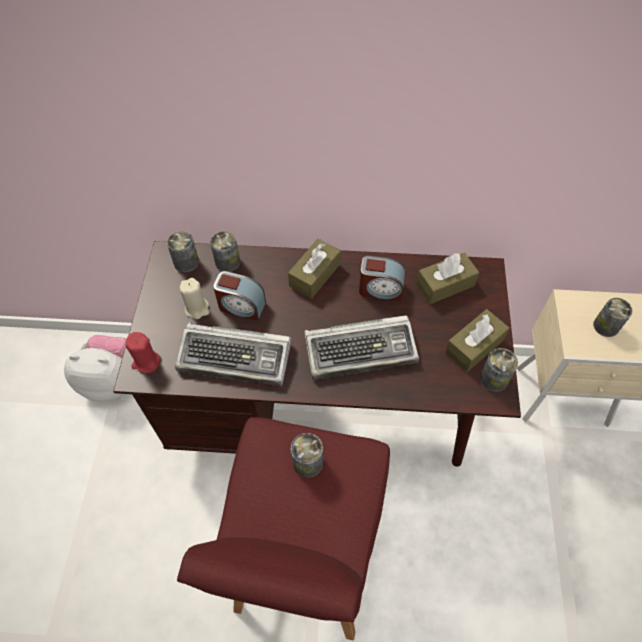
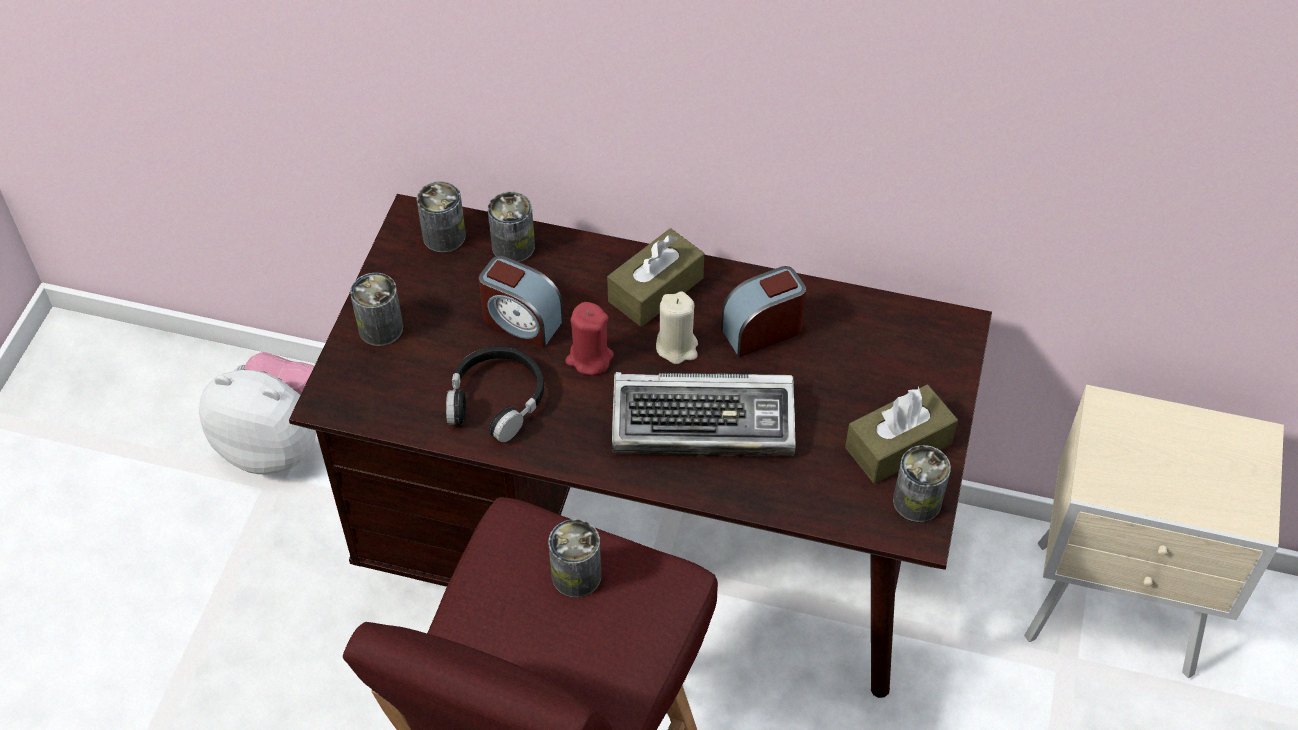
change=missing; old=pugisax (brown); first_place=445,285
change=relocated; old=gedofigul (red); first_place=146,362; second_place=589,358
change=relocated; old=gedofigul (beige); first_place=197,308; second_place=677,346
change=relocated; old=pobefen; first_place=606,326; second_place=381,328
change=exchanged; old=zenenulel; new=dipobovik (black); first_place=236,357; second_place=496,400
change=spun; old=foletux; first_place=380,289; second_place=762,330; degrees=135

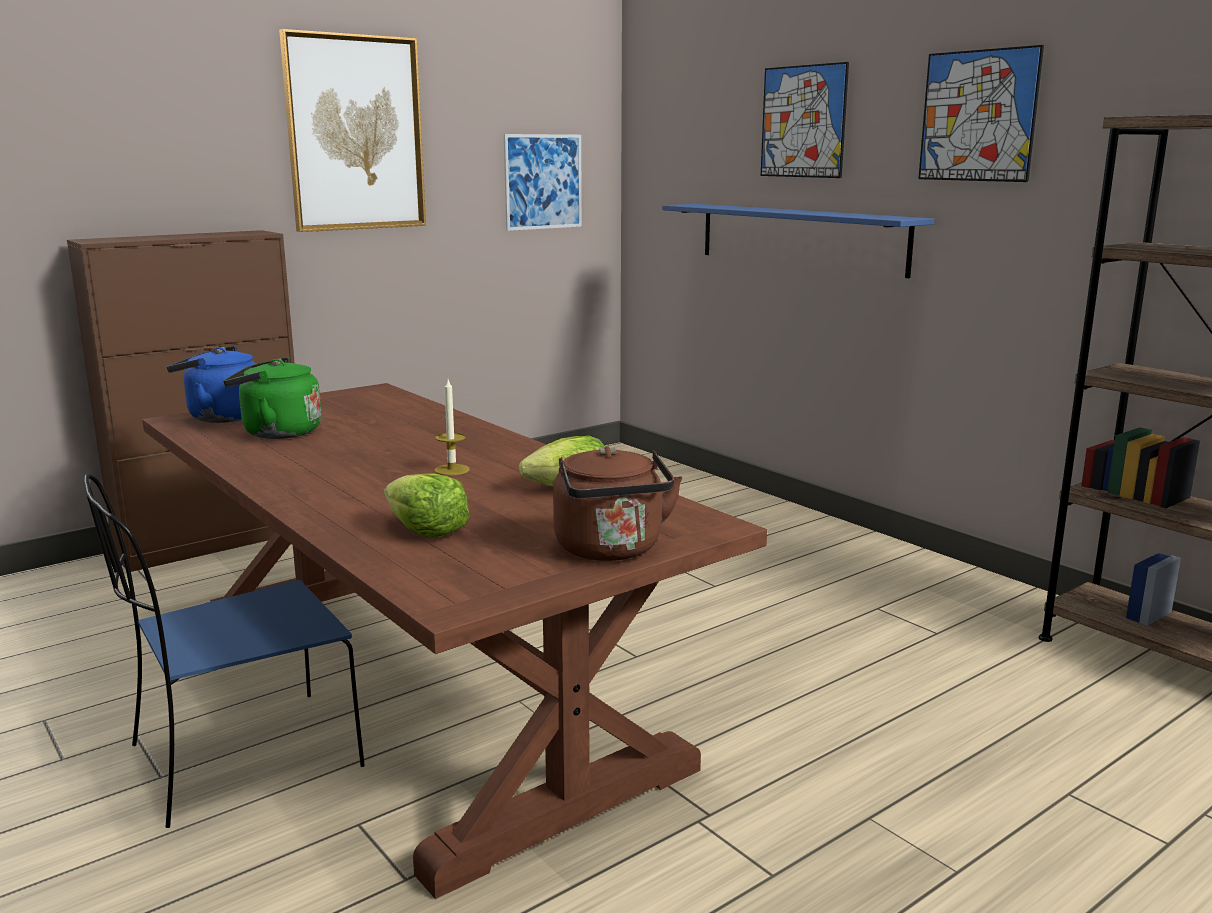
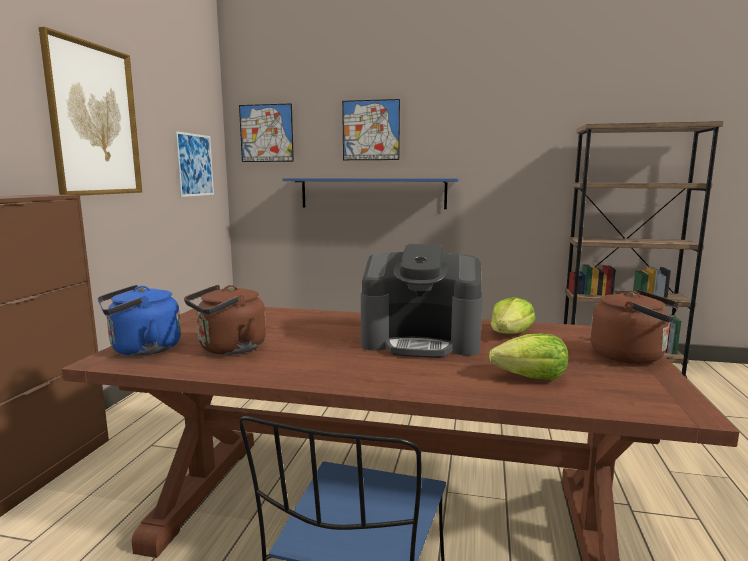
change=relocated; old=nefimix; first_place=978,116; second_place=266,133
change=exchanged; old=gedofigul; new=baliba; first_place=452,470; second_place=421,341
change=colour; old=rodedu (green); new=rodedu (brown); first_place=277,433; second_place=229,349

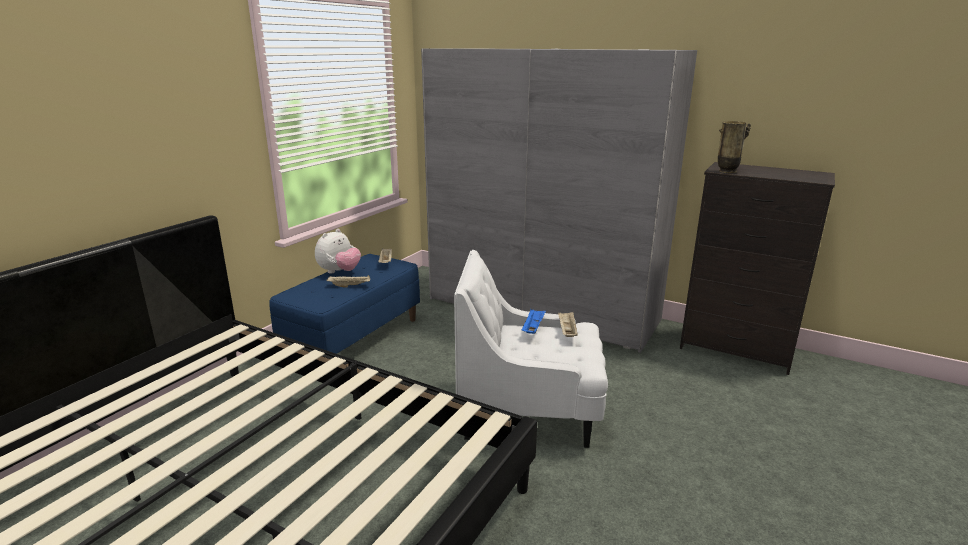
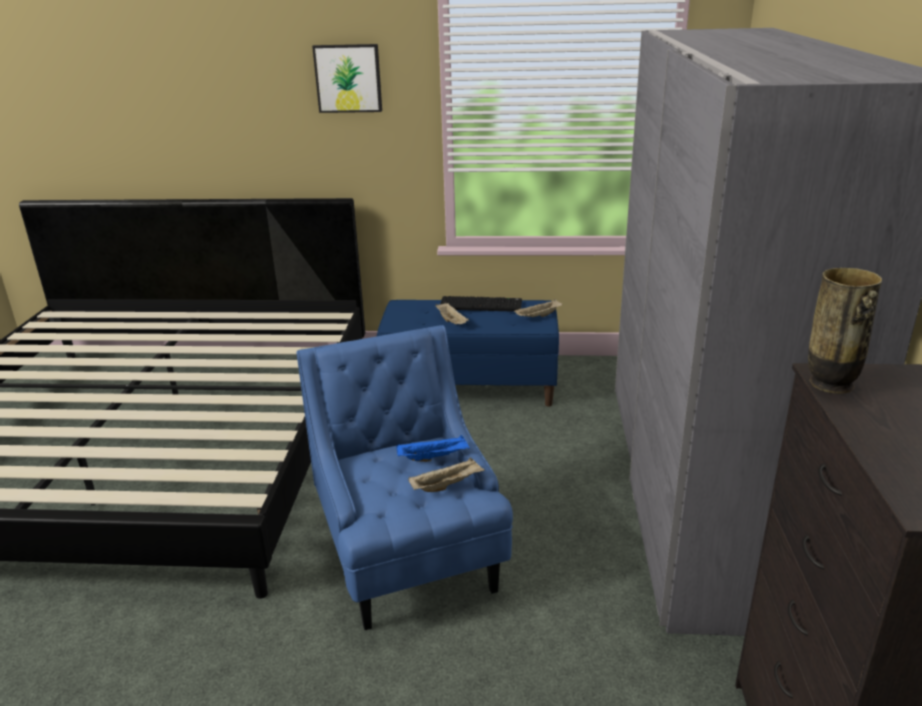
change=appeared; new=nefimix; second_place=348,78
change=exchanged; old=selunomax; new=zenenulel; first_place=339,272; second_place=482,305
change=colour; old=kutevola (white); new=kutevola (blue); first_place=529,413; second_place=409,558

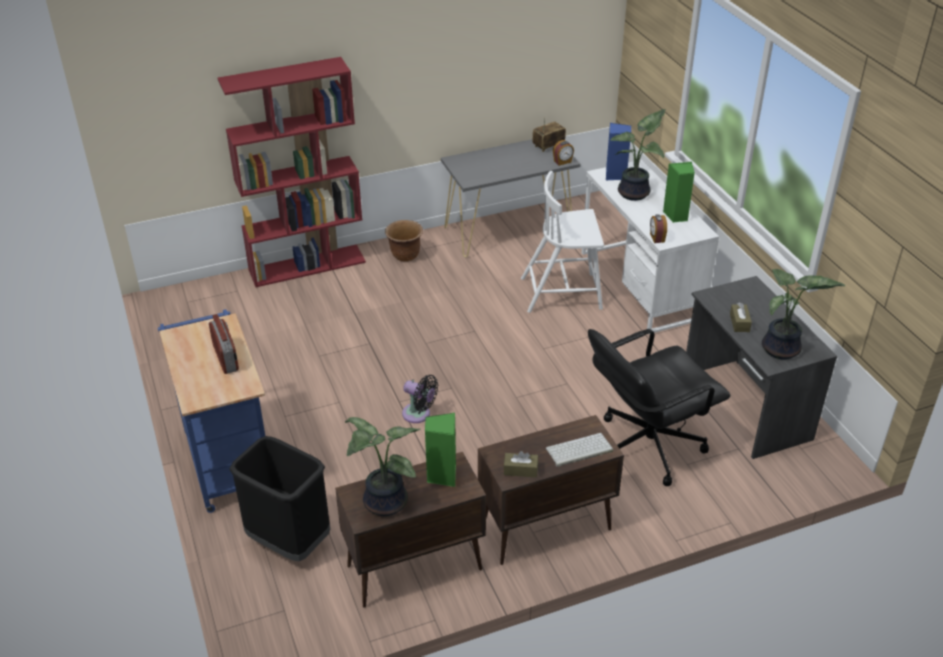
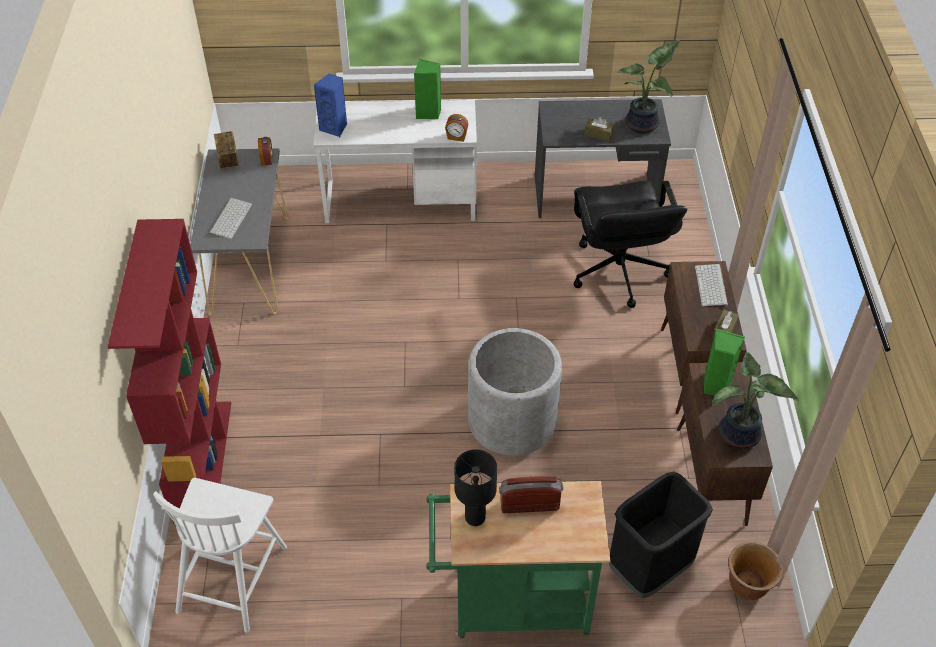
change=missing; old=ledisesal; first_place=636,193
change=appeared; new=zenenulel; second_place=230,218
change=appeared; new=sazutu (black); second_place=476,517
change=relocated; old=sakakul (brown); first_place=405,255; second_place=747,586
change=relocated; old=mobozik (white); first_place=563,293; second_place=232,576
change=exchanged; old=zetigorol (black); new=sakakul (grey); first_place=419,414; second_place=512,420
change=colour; old=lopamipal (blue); new=lopamipal (green); first_place=228,458; second_place=511,603

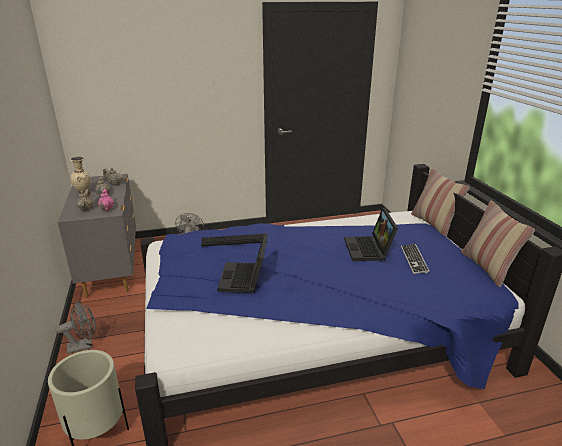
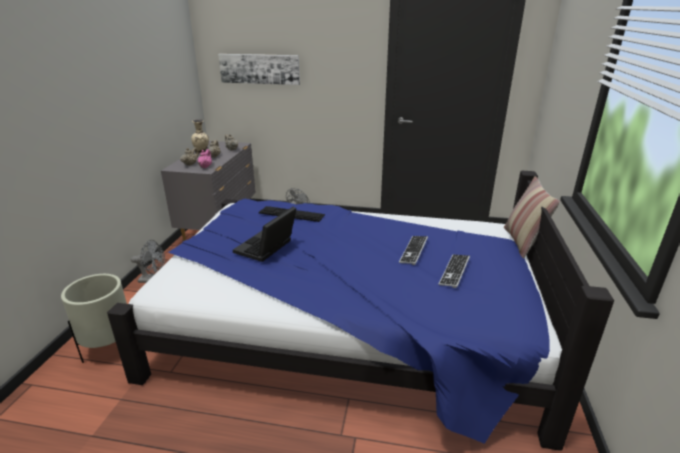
change=missing; old=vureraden; first_place=488,268
change=appeared; new=nefimix; second_place=259,69
change=exchanged; old=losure; new=zenenulel; first_place=369,250; second_place=413,250

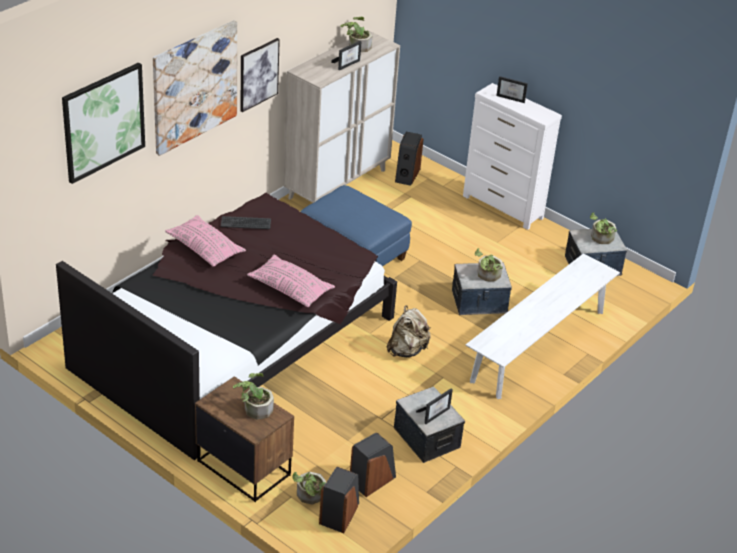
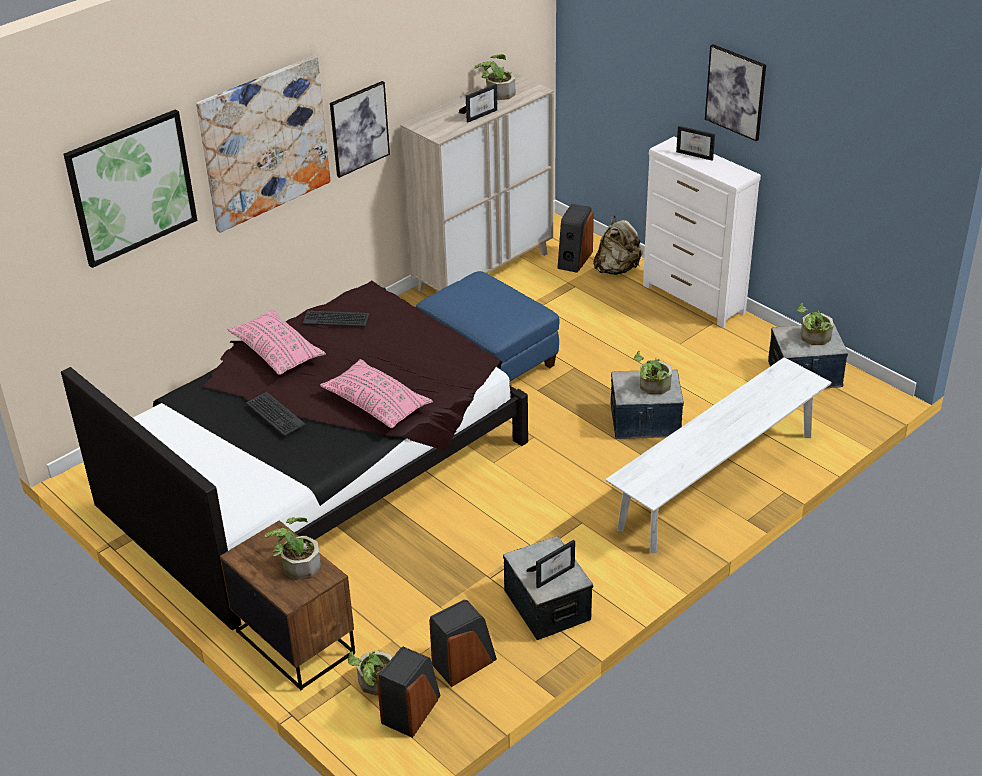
change=appeared; new=zenenulel; second_place=274,414
change=appeared; new=nefimix; second_place=735,92
change=relocated; old=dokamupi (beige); first_place=407,350; second_place=617,269

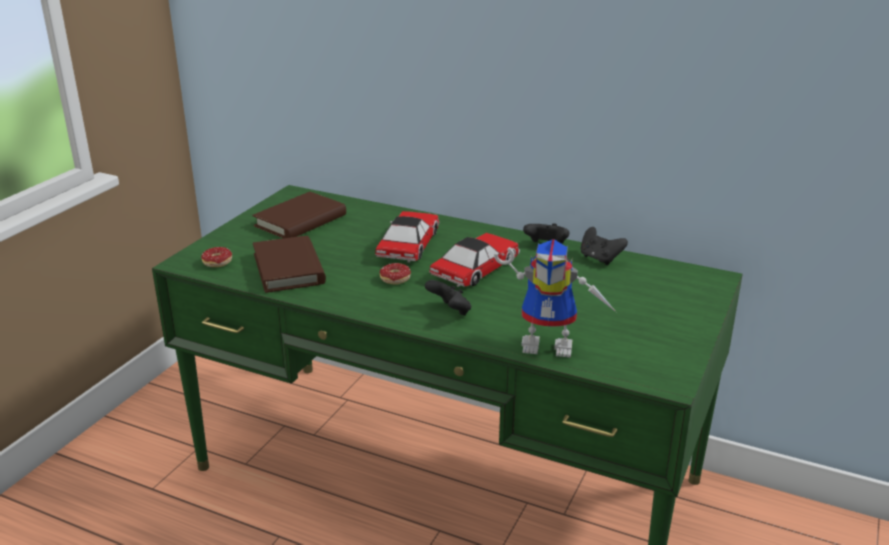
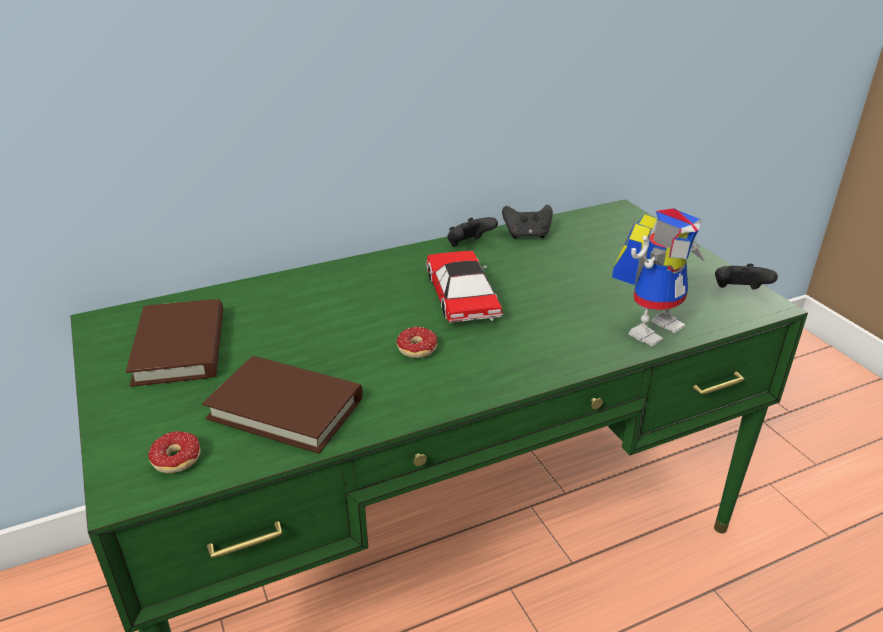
change=missing; old=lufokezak; first_place=408,245
change=relocated; old=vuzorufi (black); first_place=450,311; second_place=738,292

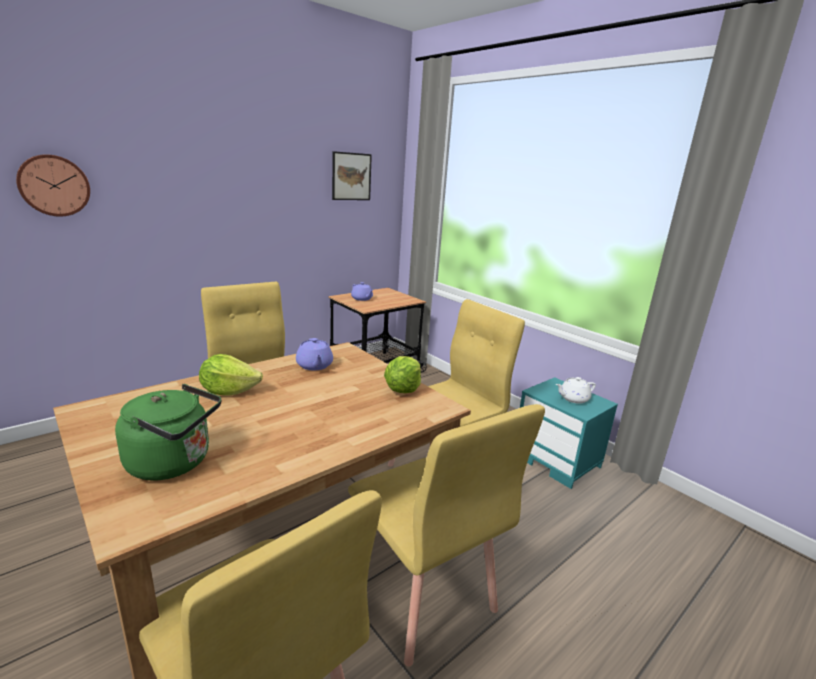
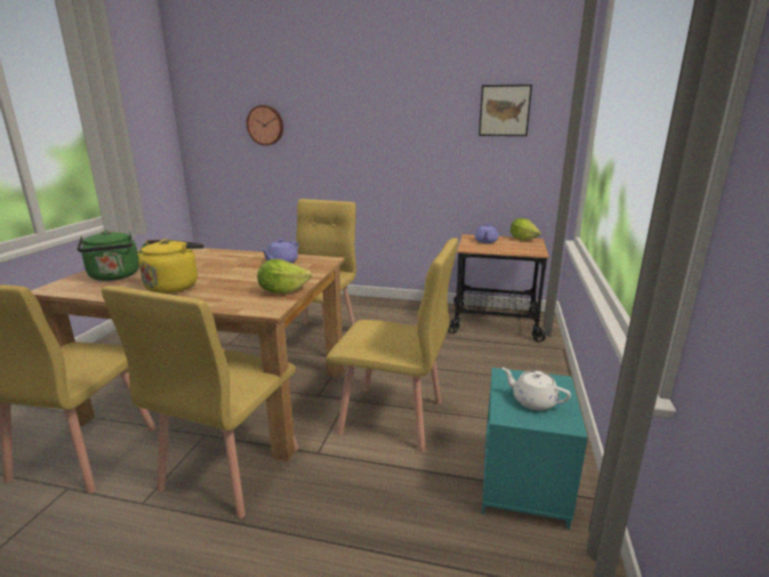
change=appeared; new=rodedu (yellow); second_place=174,286
change=relocated; old=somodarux; first_place=229,391; second_place=523,239

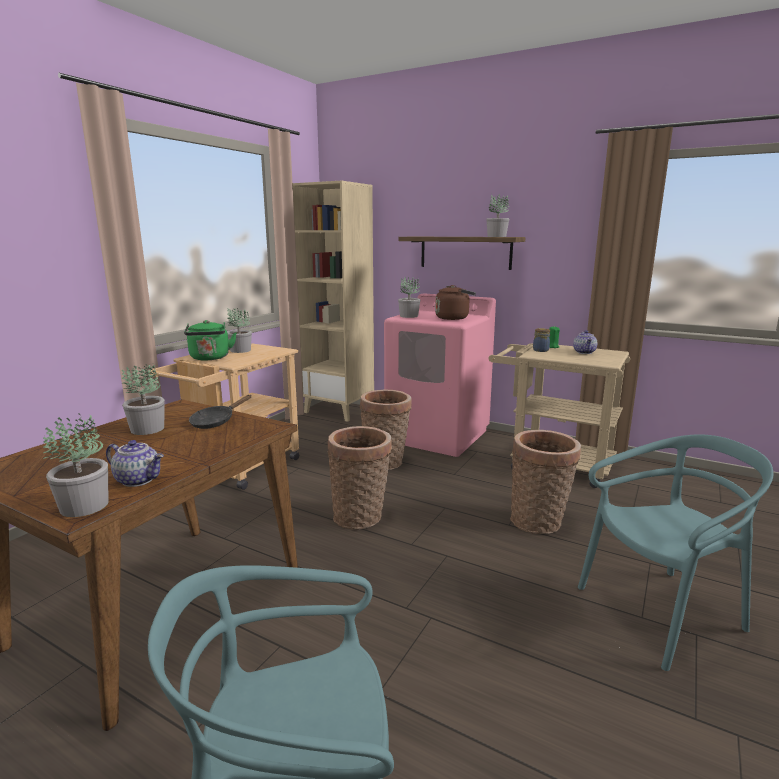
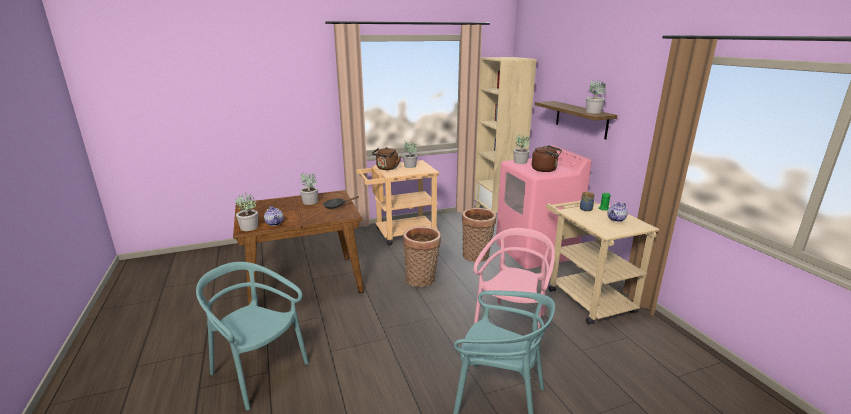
change=exchanged; old=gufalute; new=mobozik (pink); first_place=539,522; second_place=512,325
change=colour; old=rodedu (green); new=rodedu (brown); first_place=210,358; second_place=386,168

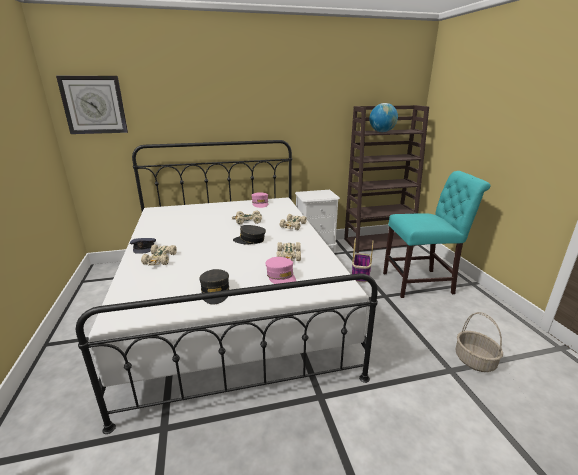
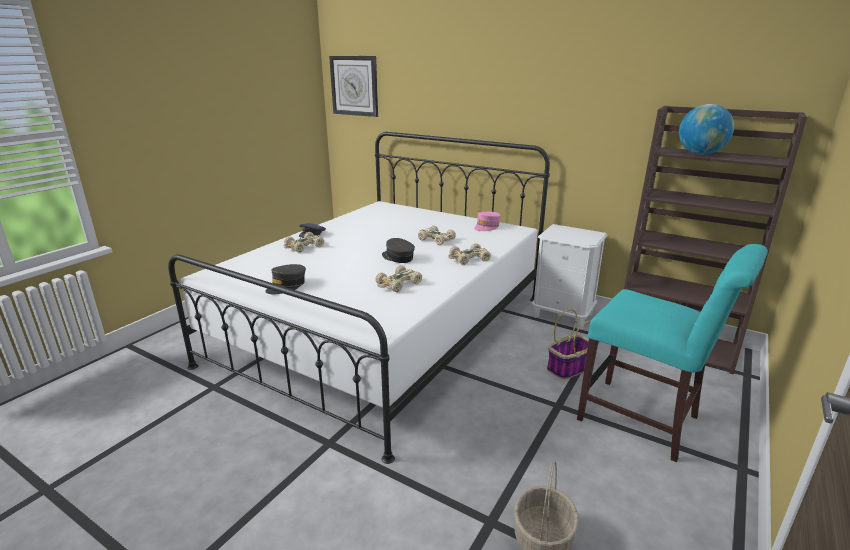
change=missing; old=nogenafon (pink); first_place=281,277

